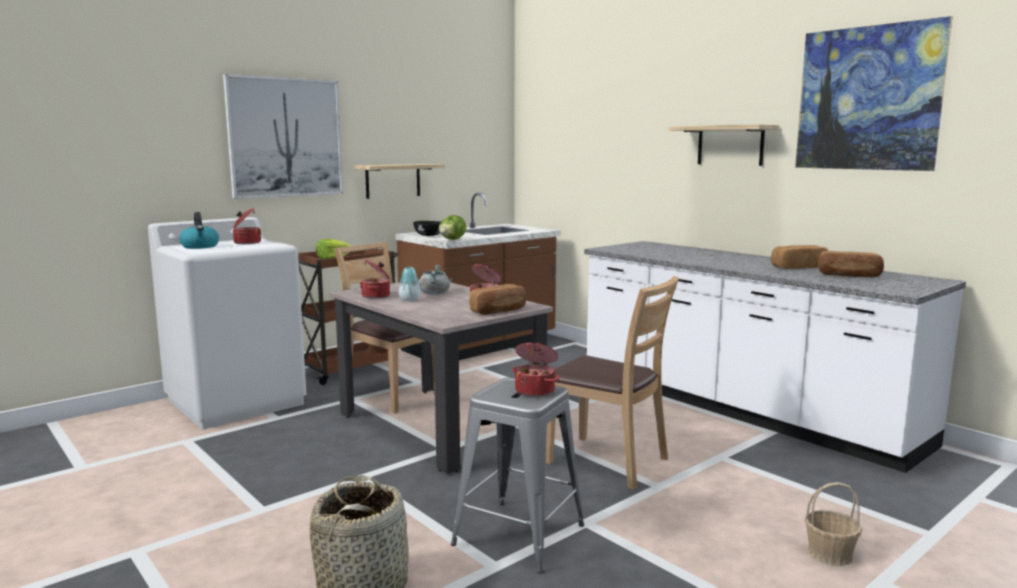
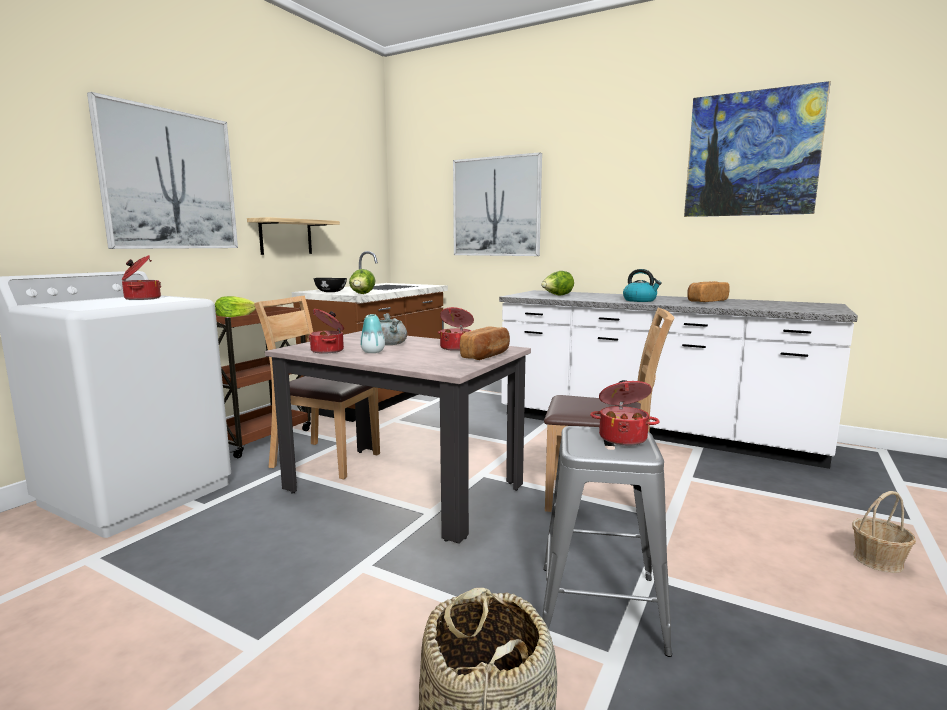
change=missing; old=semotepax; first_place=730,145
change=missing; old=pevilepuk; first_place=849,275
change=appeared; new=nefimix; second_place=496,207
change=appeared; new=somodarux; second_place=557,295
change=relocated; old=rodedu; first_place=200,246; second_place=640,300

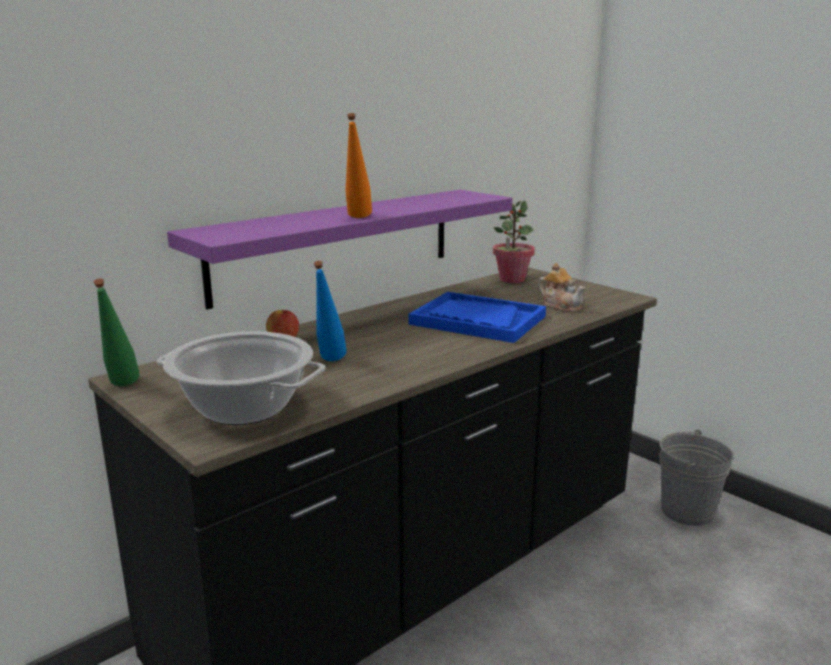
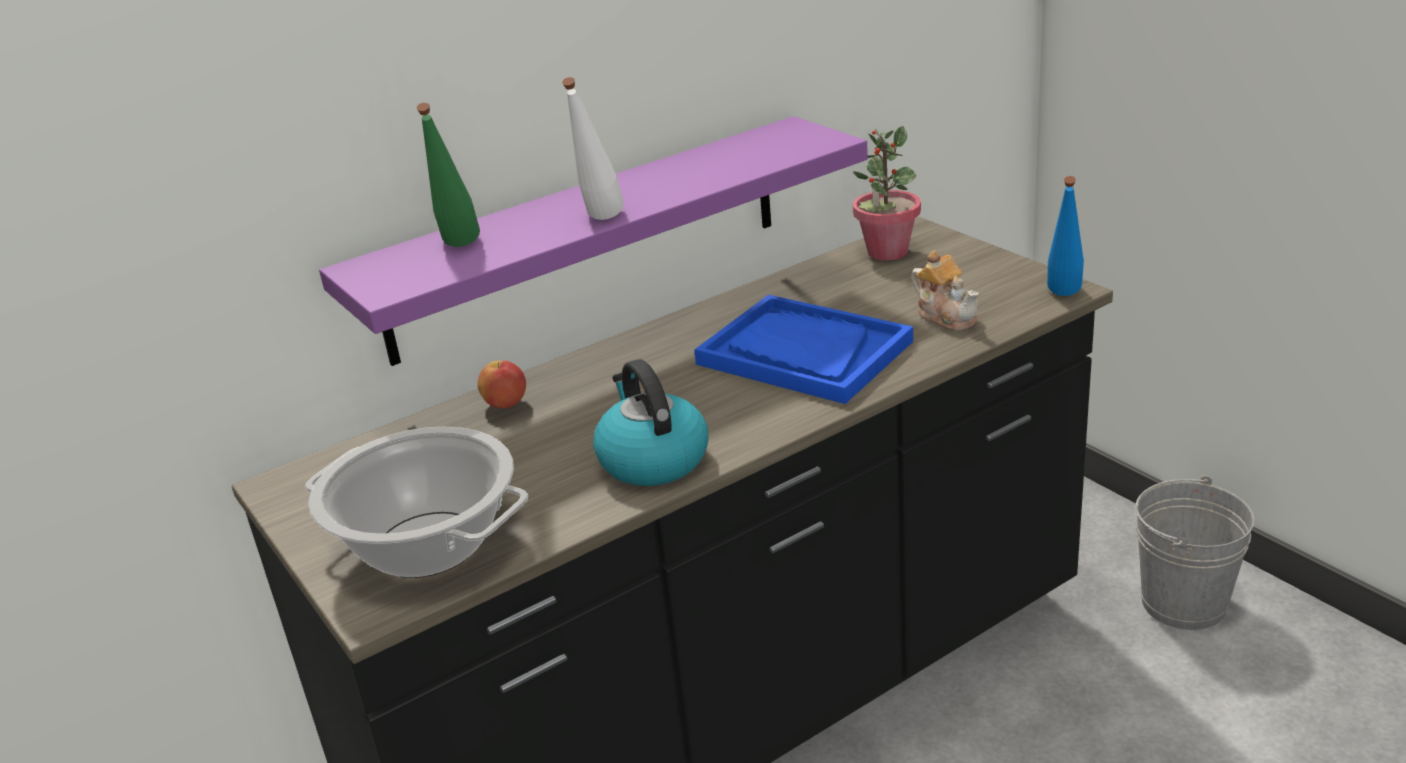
change=appeared; new=rodedu; second_place=652,460
change=relocated; old=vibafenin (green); first_place=121,387; second_place=459,248
change=relocated; old=vibafenin (blue); first_place=329,362; second_place=1063,298
change=colour; old=vibafenin (orange); new=vibafenin (white); first_place=357,218; second_place=600,221

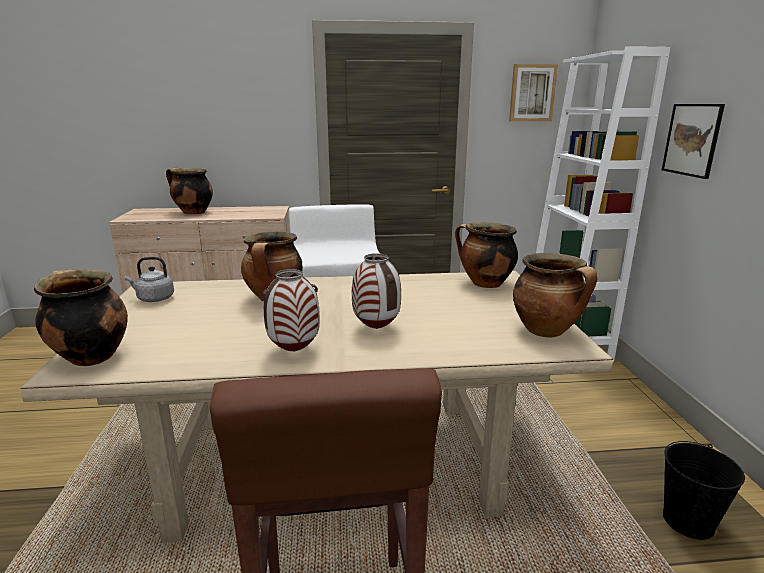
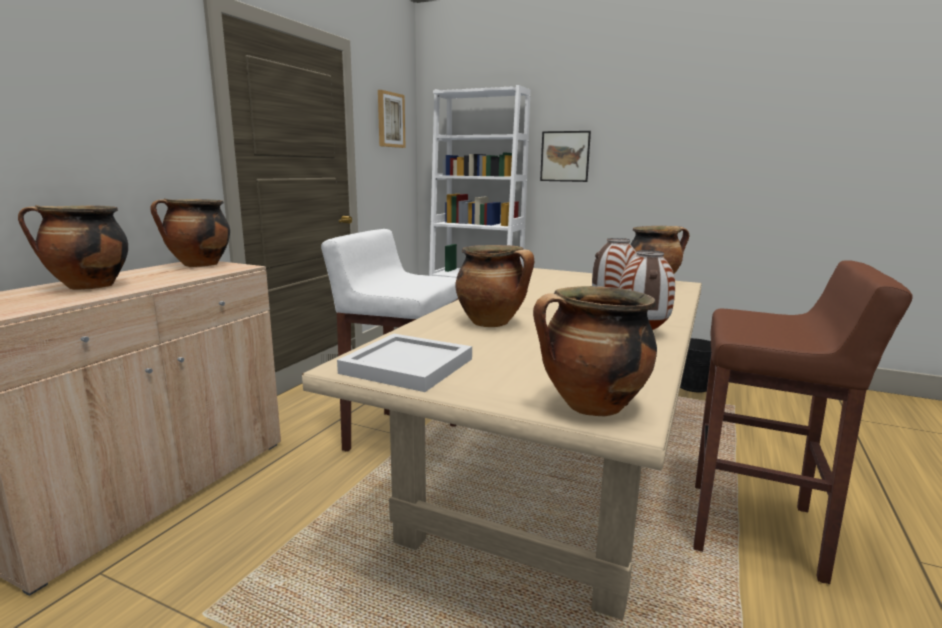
change=relocated; old=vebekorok; first_place=484,284; second_place=198,265
change=exchanged; old=rodedu (grey); new=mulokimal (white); first_place=154,299; second_place=408,367

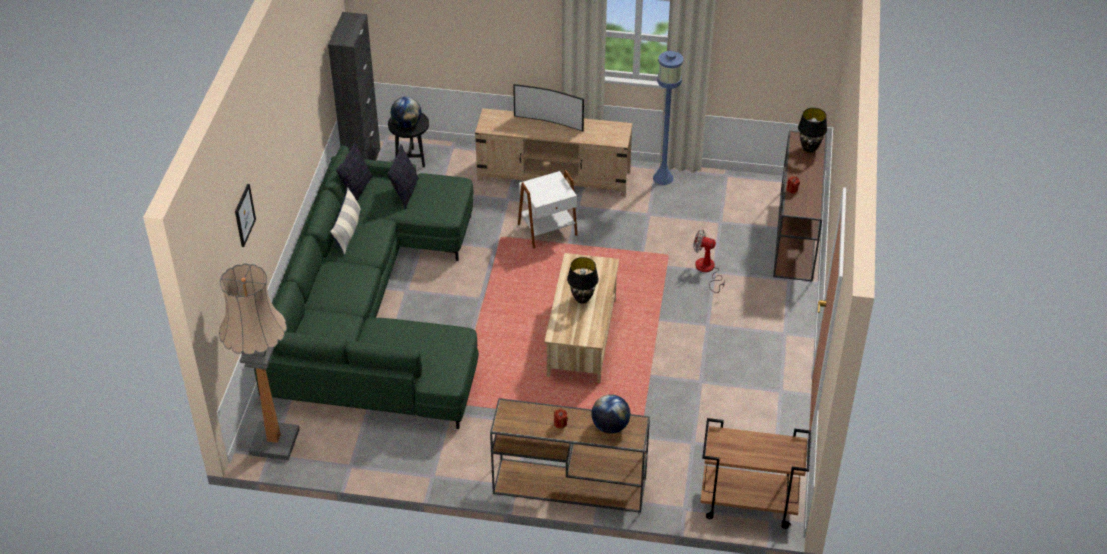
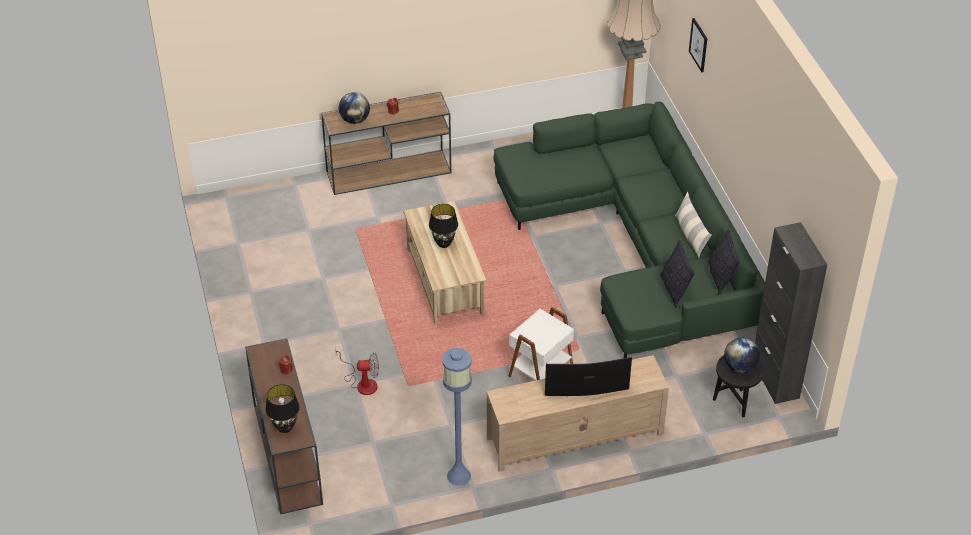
change=missing; old=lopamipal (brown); first_place=747,504

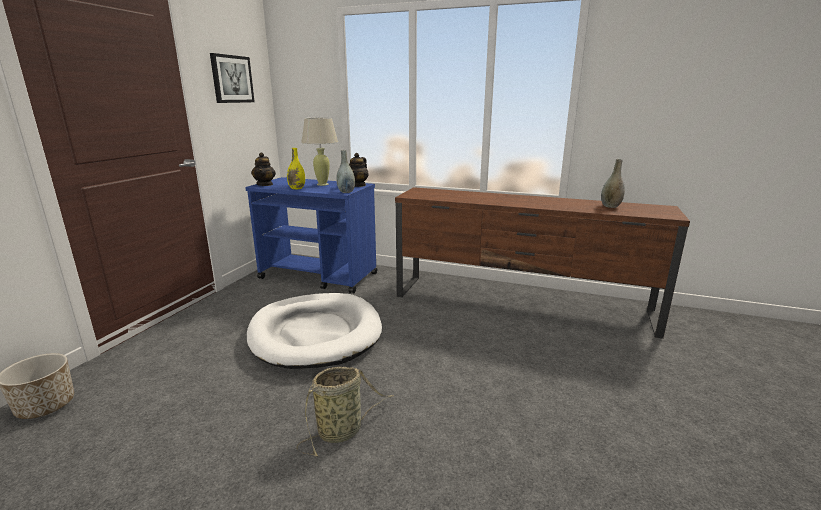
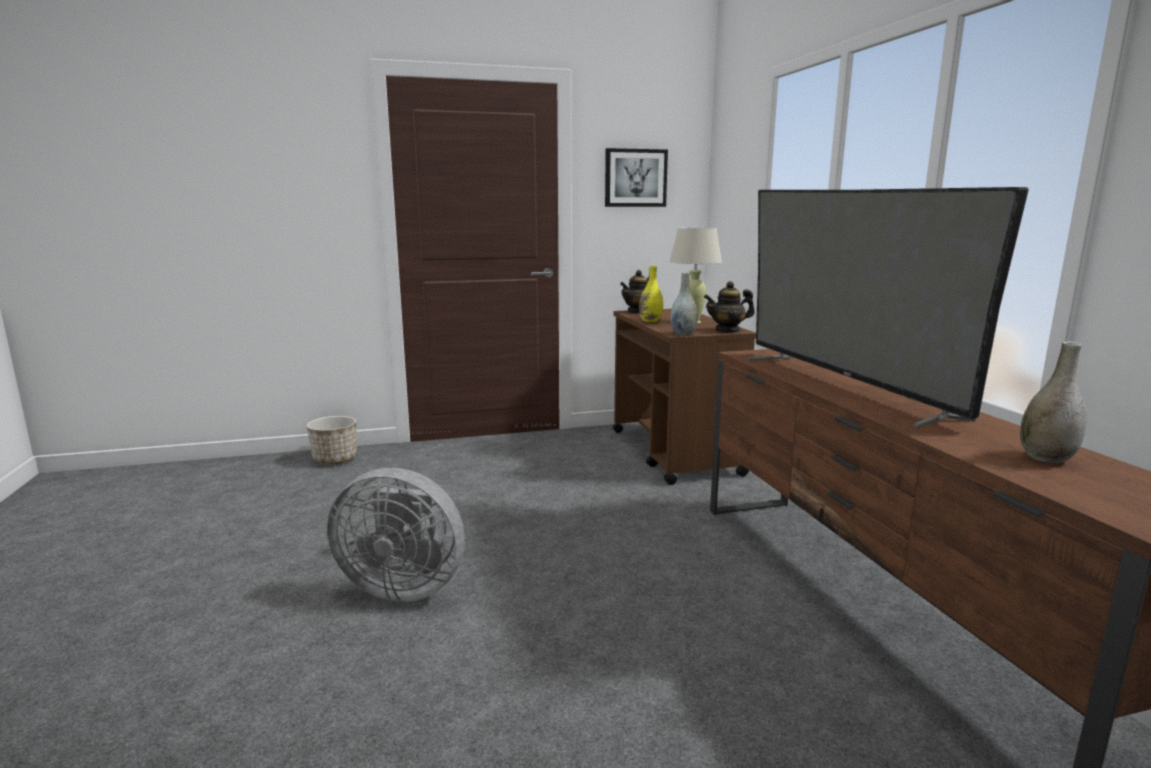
change=missing; old=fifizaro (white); first_place=315,334
change=appeared; new=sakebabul; second_place=842,385
change=exchanged; old=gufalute; new=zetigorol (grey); first_place=342,430; second_place=403,586
change=colour; old=lopamipal (blue); new=lopamipal (brown); first_place=319,276; second_place=674,452

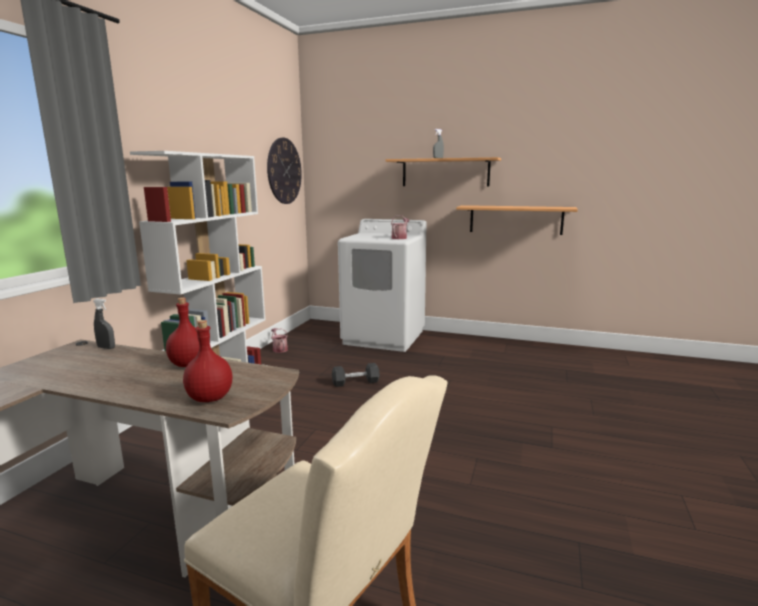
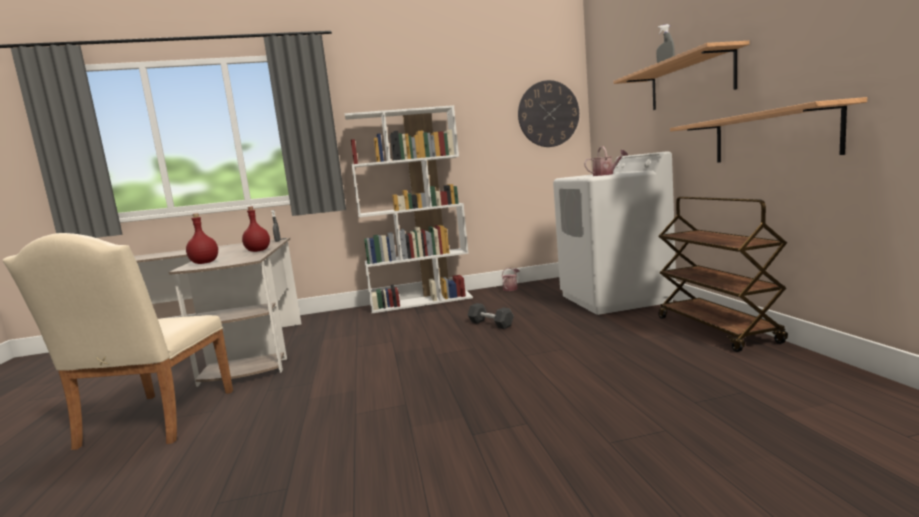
change=appeared; new=lopamipal (brown); second_place=717,330

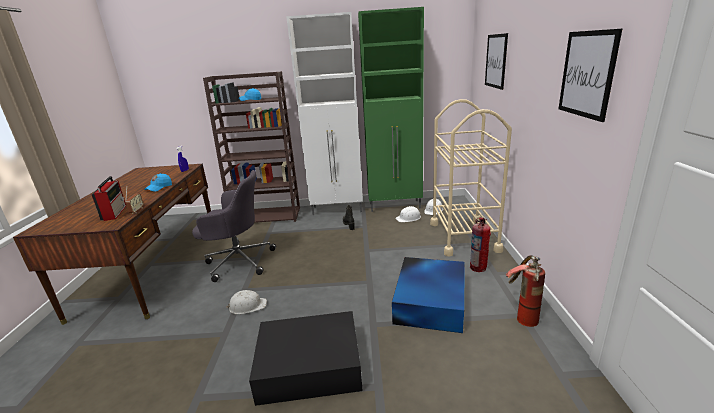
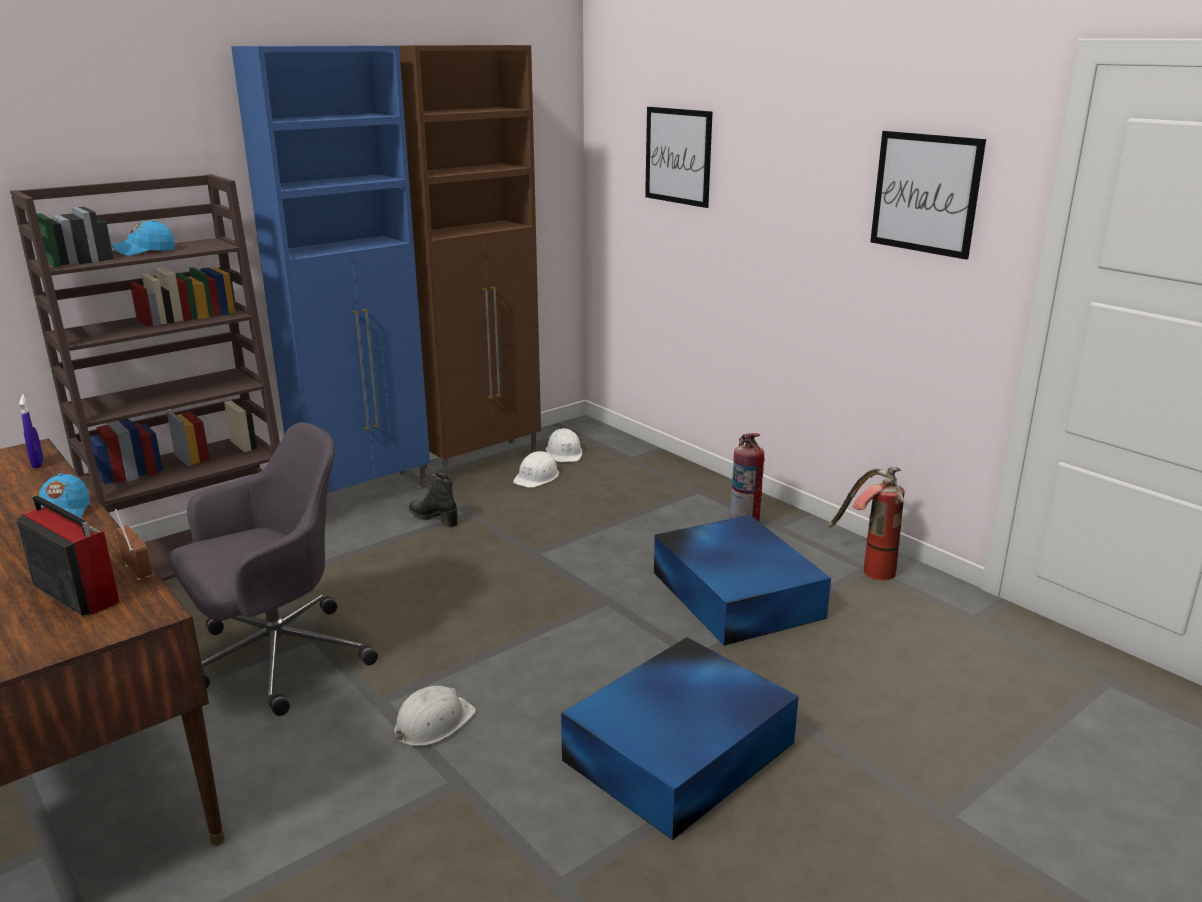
change=missing; old=lopamipal (beige); first_place=463,237
change=colour; old=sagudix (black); new=sagudix (blue); first_place=311,366; second_place=682,750
change=colour; old=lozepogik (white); new=lozepogik (blue); first_place=338,209; second_place=366,495
change=colour; old=lozepogik (green); new=lozepogik (brown); first_place=395,206; second_place=482,461

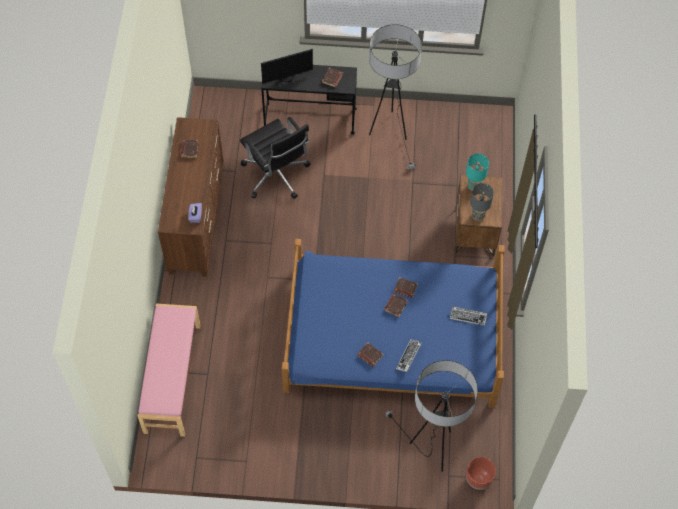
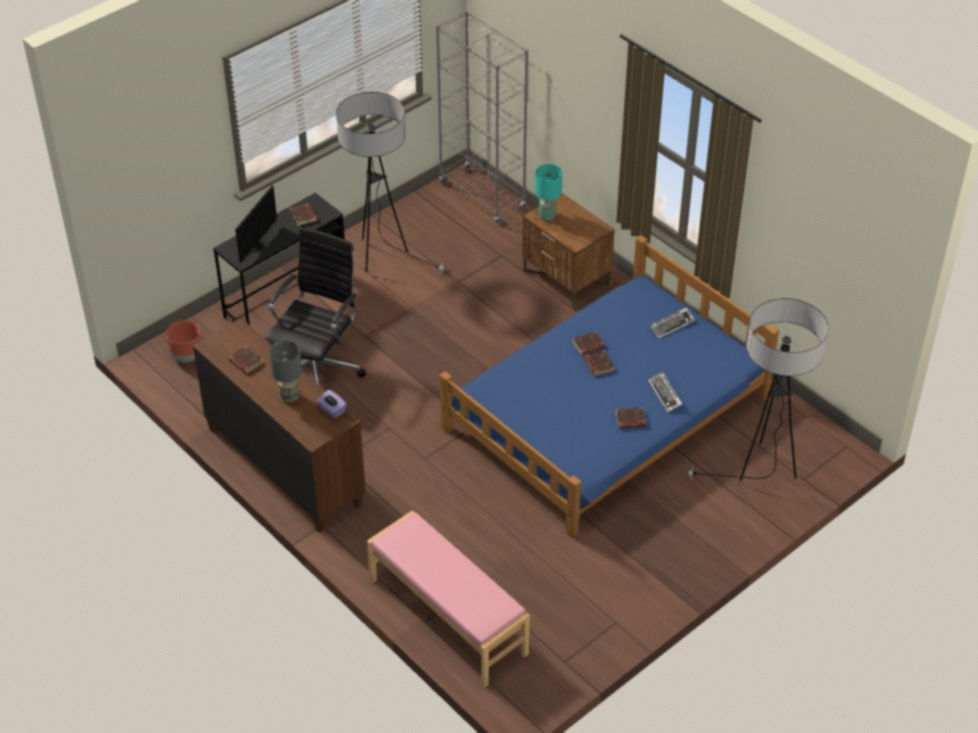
change=appeared; new=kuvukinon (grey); second_place=482,196
change=relocated; old=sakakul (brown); first_place=478,480; second_place=187,356
change=relocated; old=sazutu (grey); first_place=477,216; second_place=289,397
change=spun; old=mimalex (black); first_place=276,176; second_place=317,370; degrees=-75

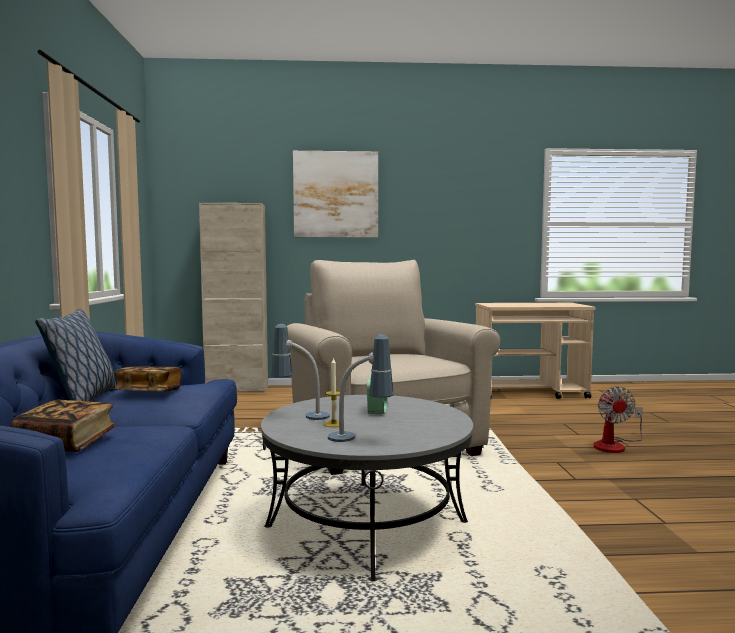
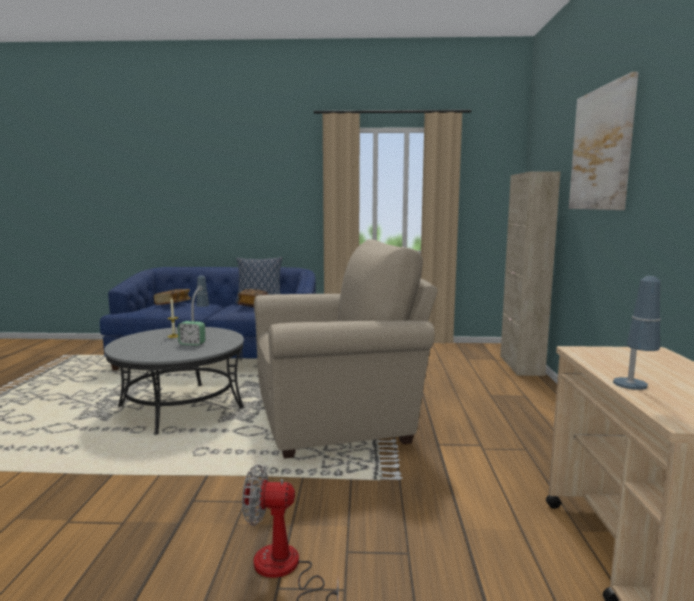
change=relocated; old=sazutu; first_place=360,439; second_place=633,392

